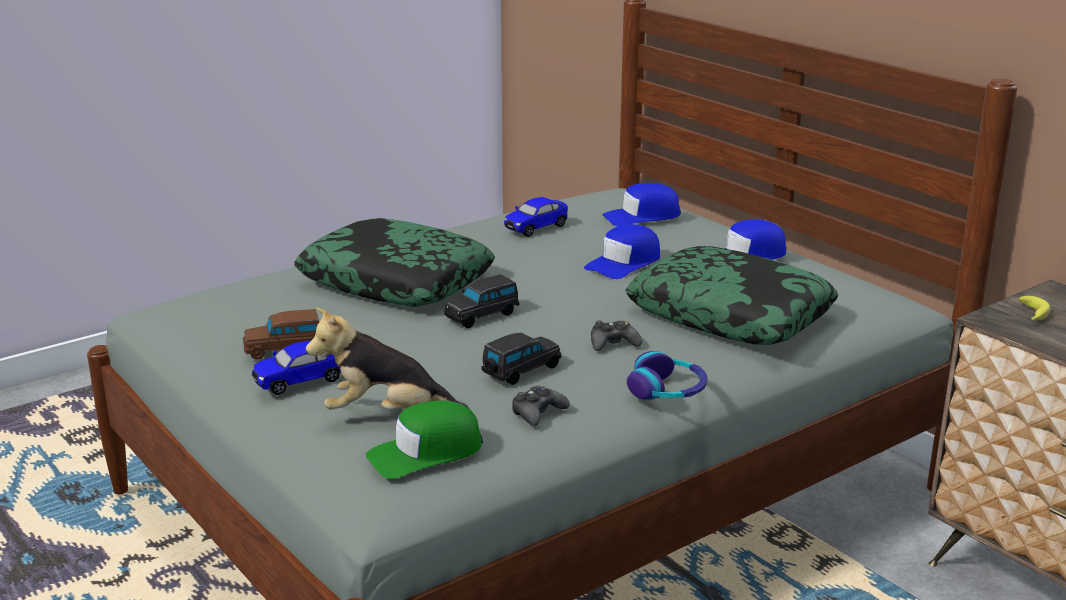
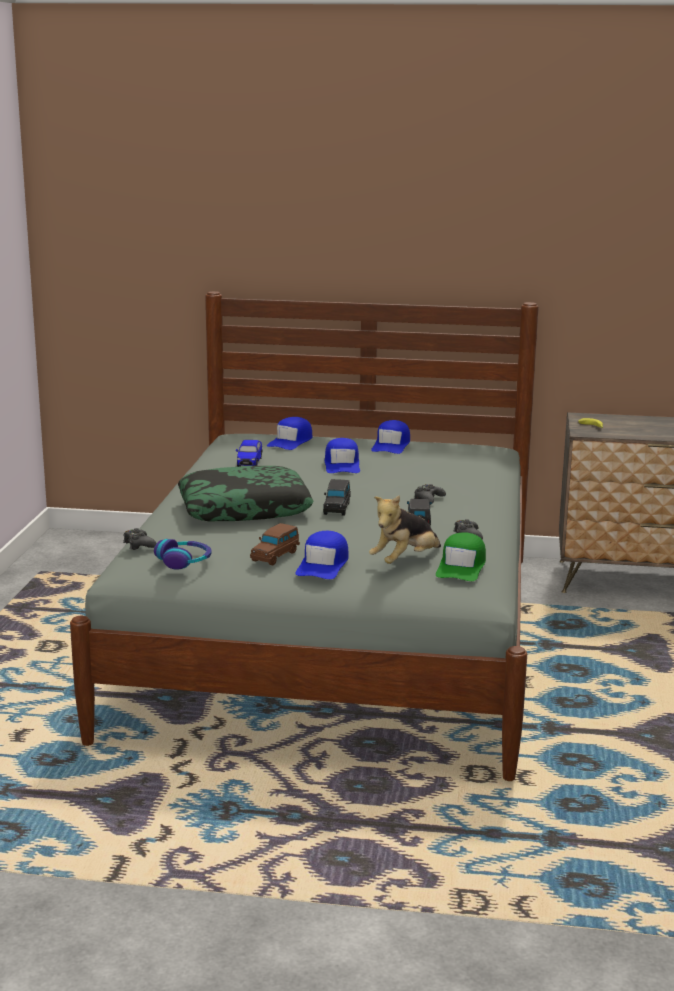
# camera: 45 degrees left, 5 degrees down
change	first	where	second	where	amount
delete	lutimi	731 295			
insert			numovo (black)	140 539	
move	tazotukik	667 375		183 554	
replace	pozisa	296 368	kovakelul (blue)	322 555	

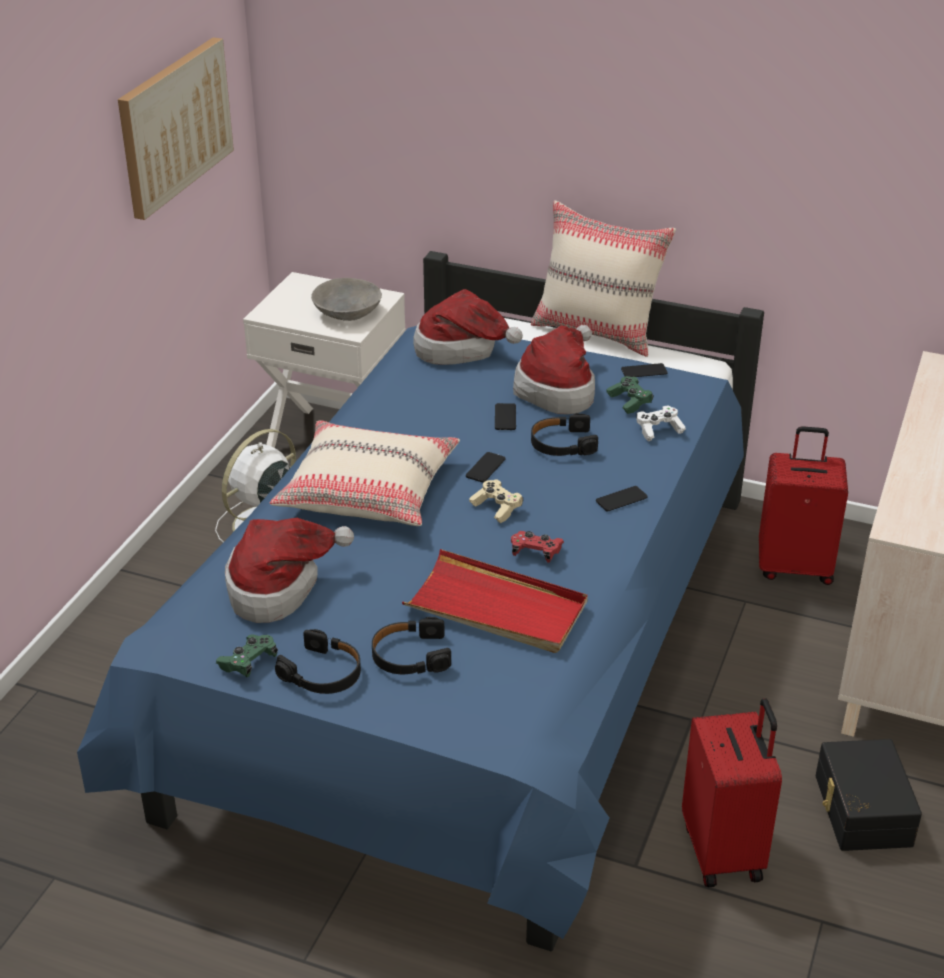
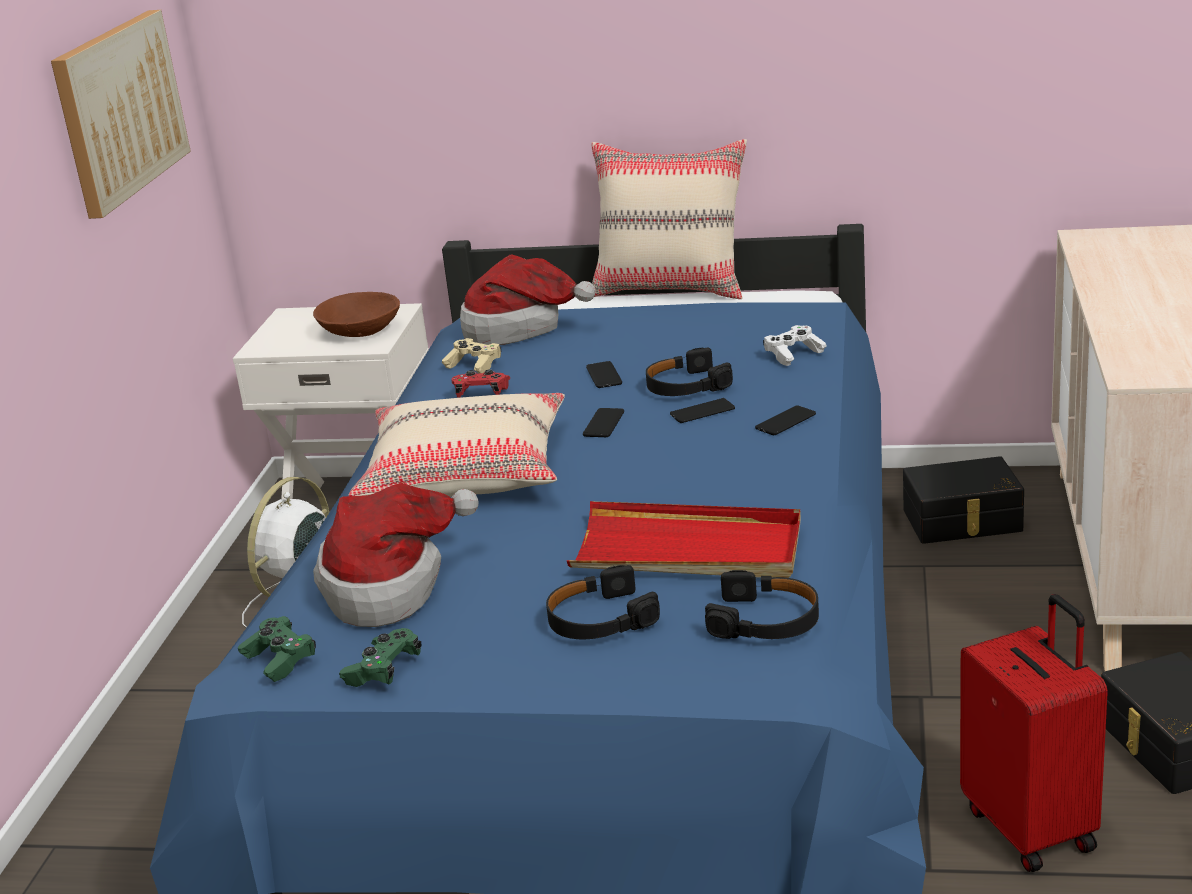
# camera: 10 degrees left, 10 degrees down
change	first	where	second	where	amount
delete	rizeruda	554 370			
move	tazotukik (black)	318 661		762 604	
move	numovo (beige)	496 501		471 355	
move	numovo (red)	537 547		480 383	
move	numovo (green)	630 395		277 649	
move	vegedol	644 370		702 410	
replace	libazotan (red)	803 505	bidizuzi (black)	963 500	
recolor	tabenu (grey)	346 299	tabenu (brown)	356 314	

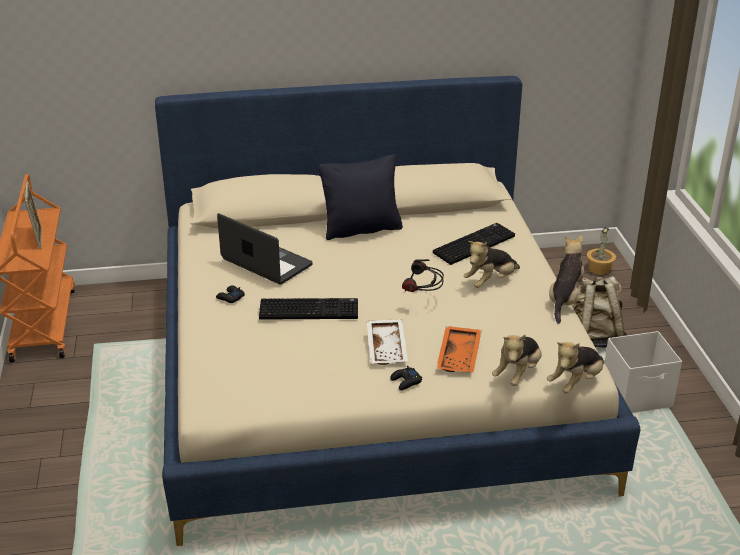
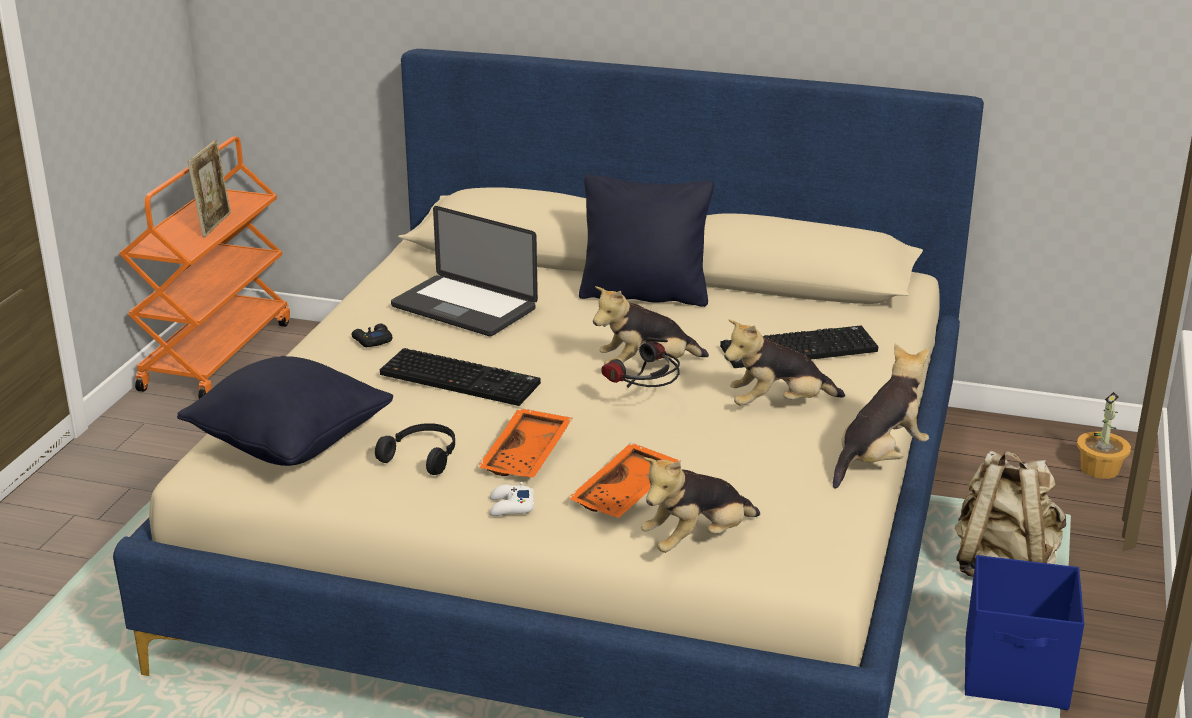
# camera: 25 degrees right, 5 degrees down
change	first	where	second	where	amount
insert			lutimi (black)	285 411	
insert			tazotukik (black)	415 449	
move	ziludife	575 368		651 325	
recolor	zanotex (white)	387 342	zanotex (orange)	524 443	
recolor	numovo (black)	406 378	numovo (white)	511 499	
recolor	bidizuzi (white)	643 372	bidizuzi (blue)	1024 632	
rotate	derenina	264 249		464 271	150 degrees clockwise

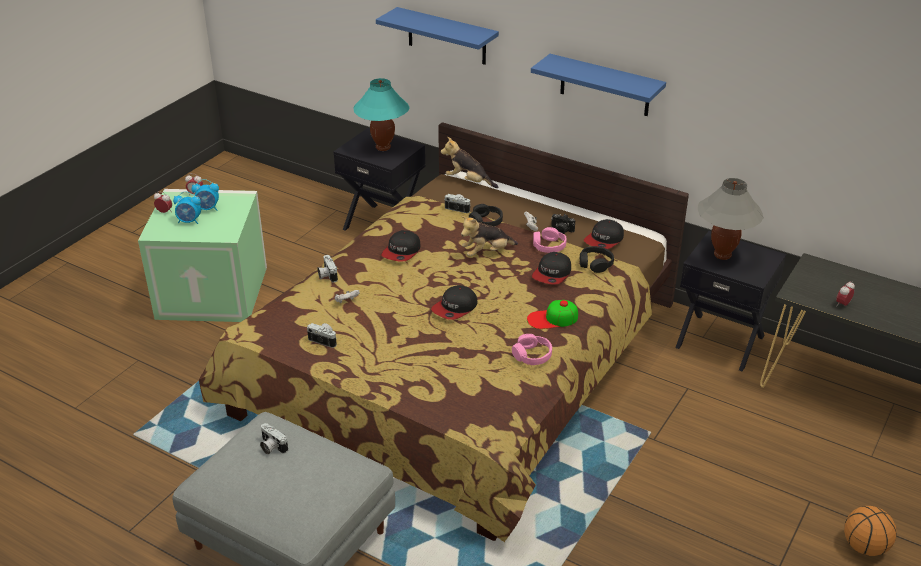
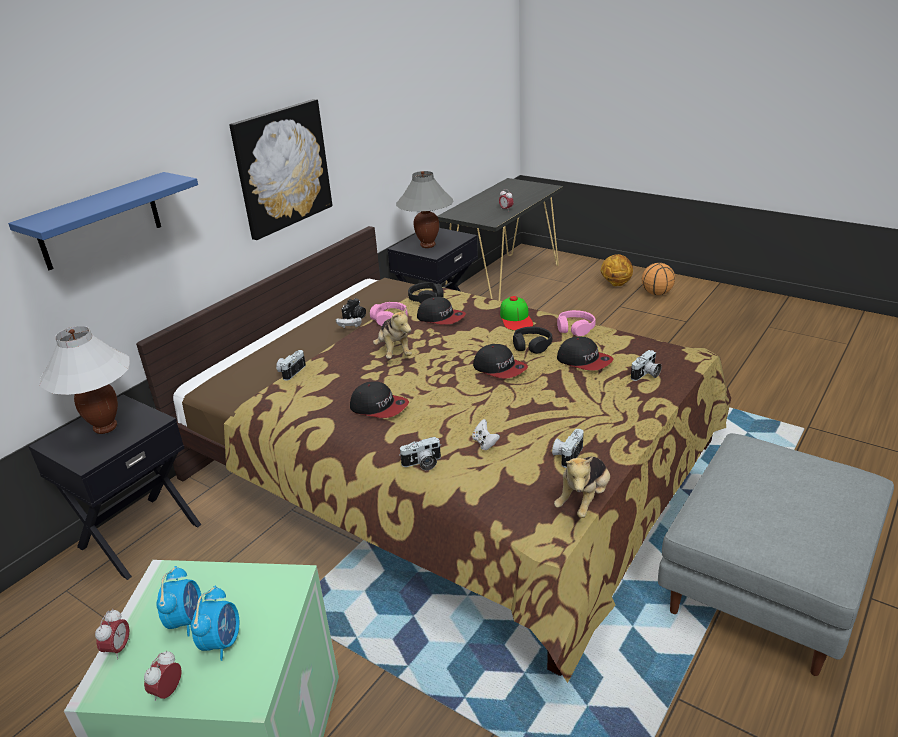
# camera: 85 degrees left, 5 degrees down
change	first	where	second	where	amount
insert			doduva	617 270	
move	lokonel	274 439		646 365	
move	ziludife	469 162		582 487	
move	tazotukik (black)	486 215		532 340	
move	kovakelul	604 234		585 354	
replace	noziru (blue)	598 85	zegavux	280 169	
recolor	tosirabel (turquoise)	381 114	tosirabel (white)	84 380	

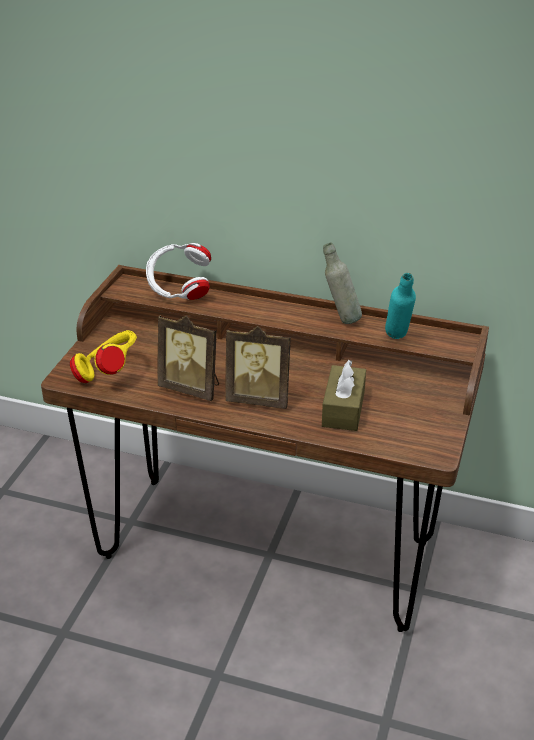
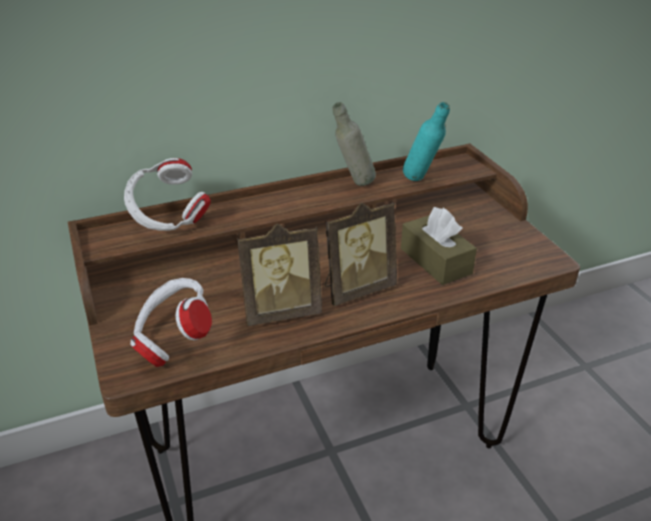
# camera: 40 degrees left, 0 degrees up
change	first	where	second	where	amount
recolor	tazotukik (yellow)	103 356	tazotukik (white)	171 322	

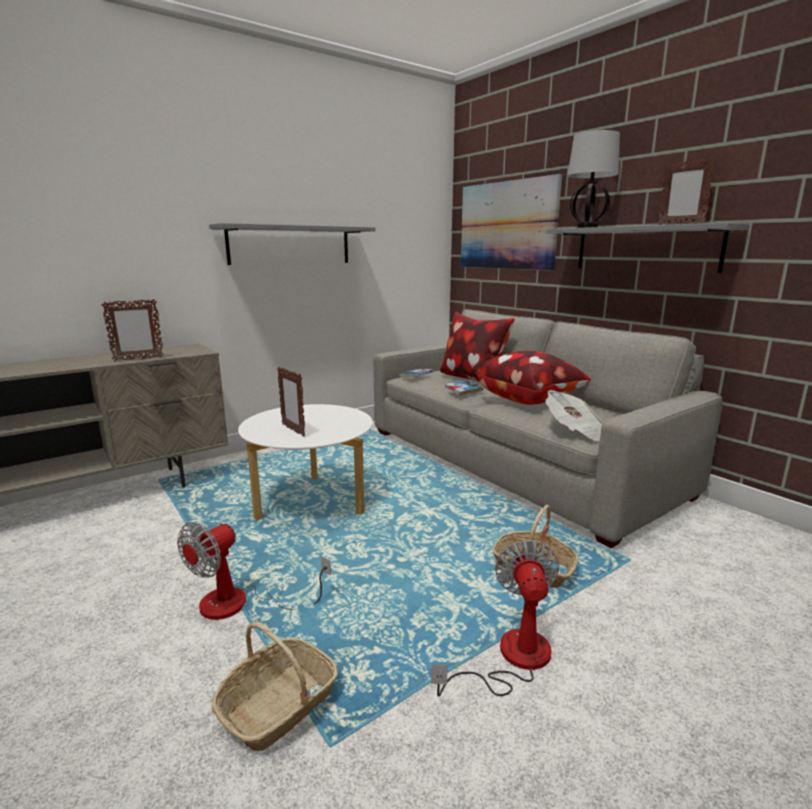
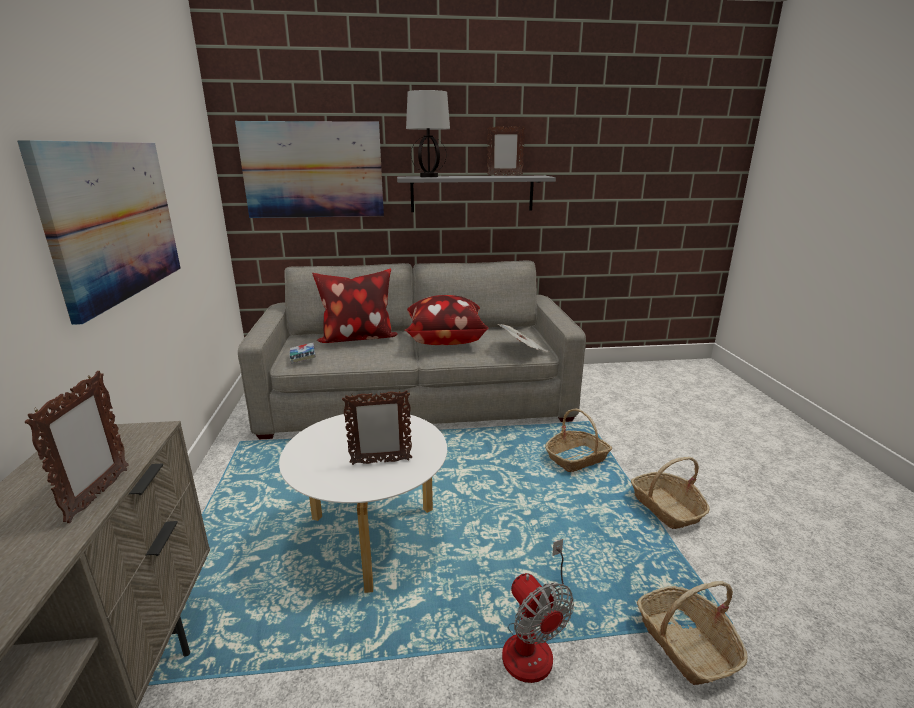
# camera: 60 degrees left, 5 degrees up
change	first	where	second	where	amount
delete	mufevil	464 388			
replace	noziru (grey)	292 244	zegavux	99 232	
replace	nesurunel	495 618	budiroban	670 493	

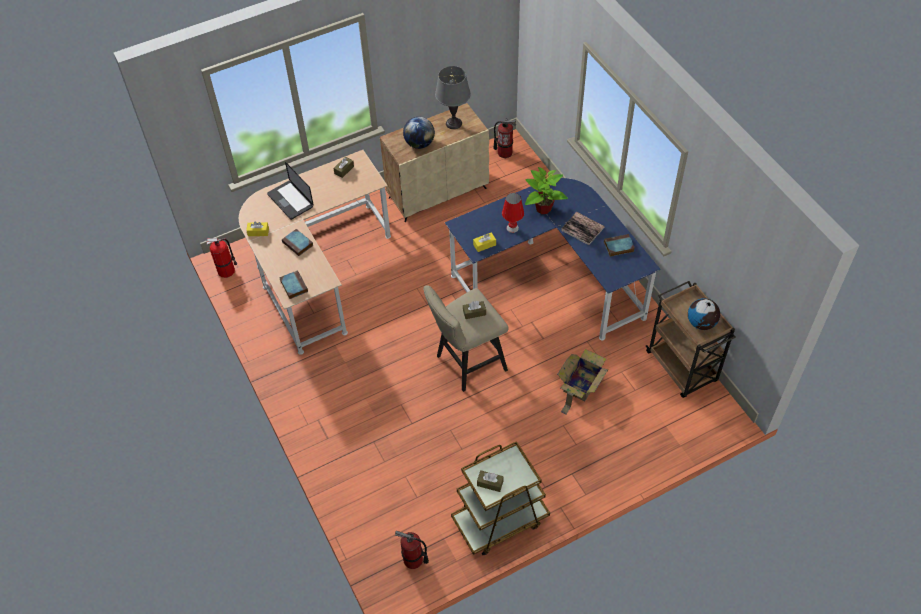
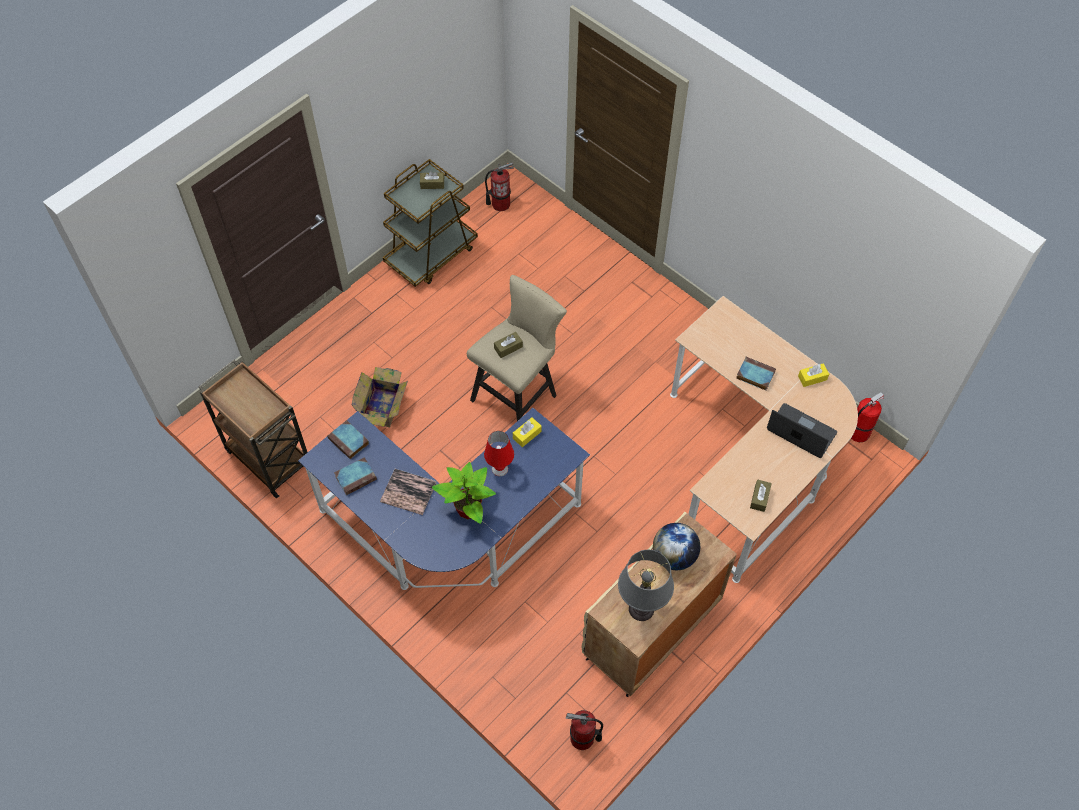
# camera: 160 degrees right, 5 degrees up
change	first	where	second	where	amount
delete	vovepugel	704 314			
move	mufevil	293 284		348 439	

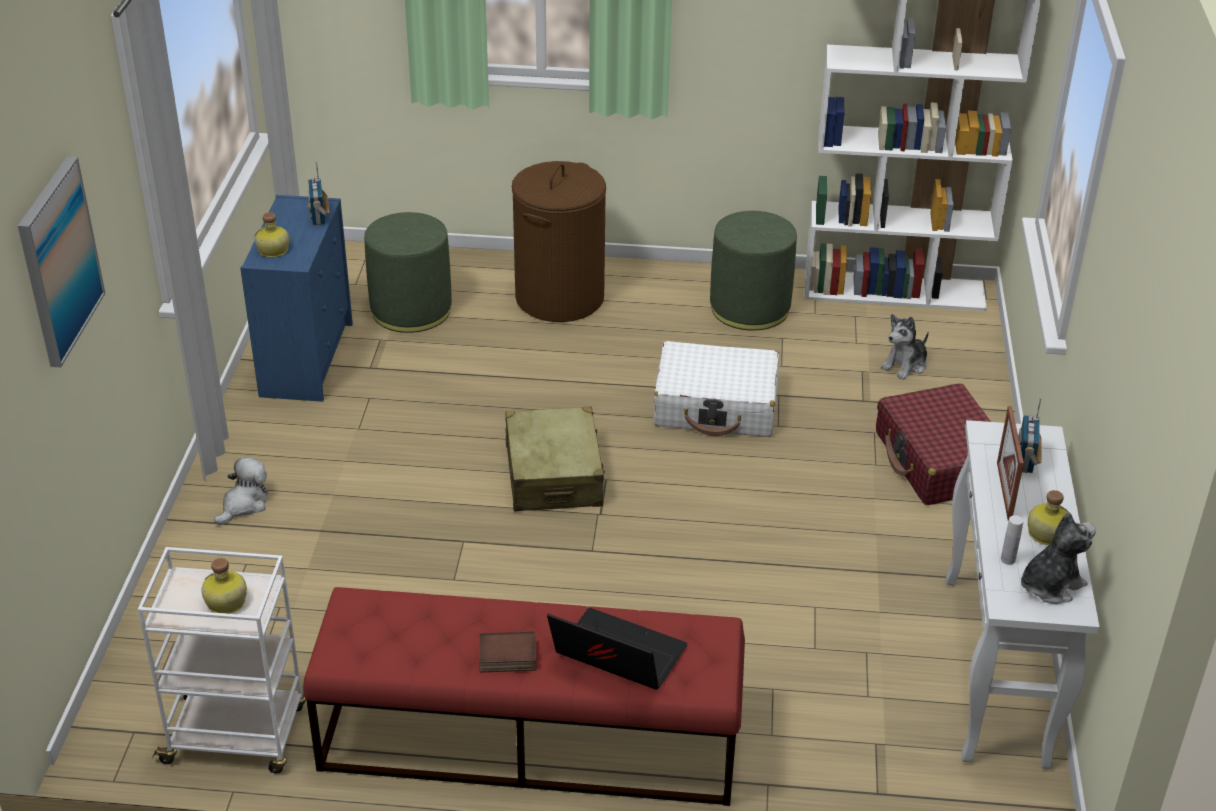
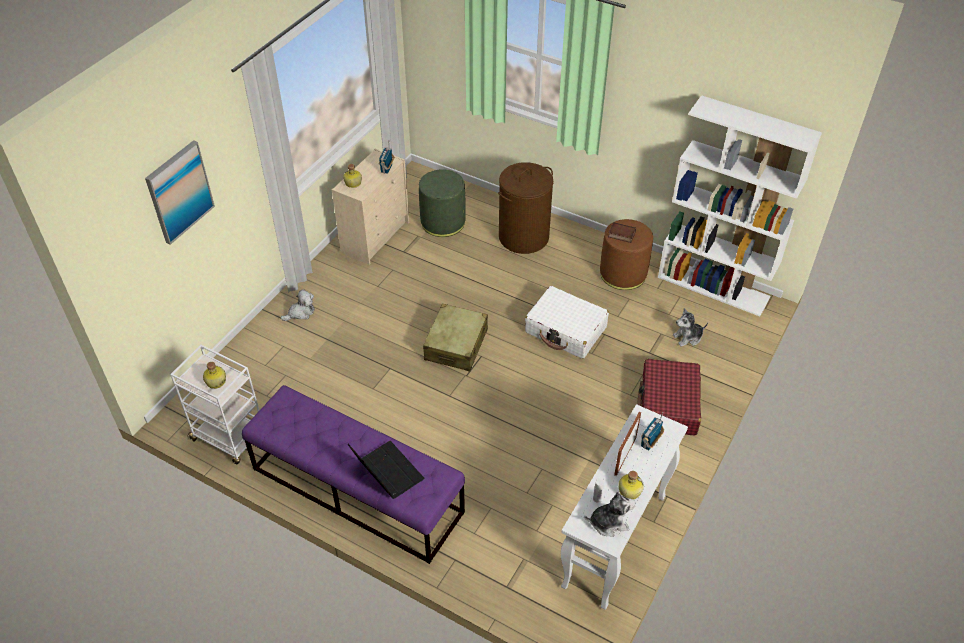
# camera: 25 degrees right, 10 degrees up
change	first	where	second	where	amount
move	mufevil	507 652		622 232	
recolor	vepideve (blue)	296 298	vepideve (beige)	370 207	
recolor	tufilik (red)	524 696	tufilik (purple)	353 474	
recolor	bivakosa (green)	753 271	bivakosa (brown)	626 254	

